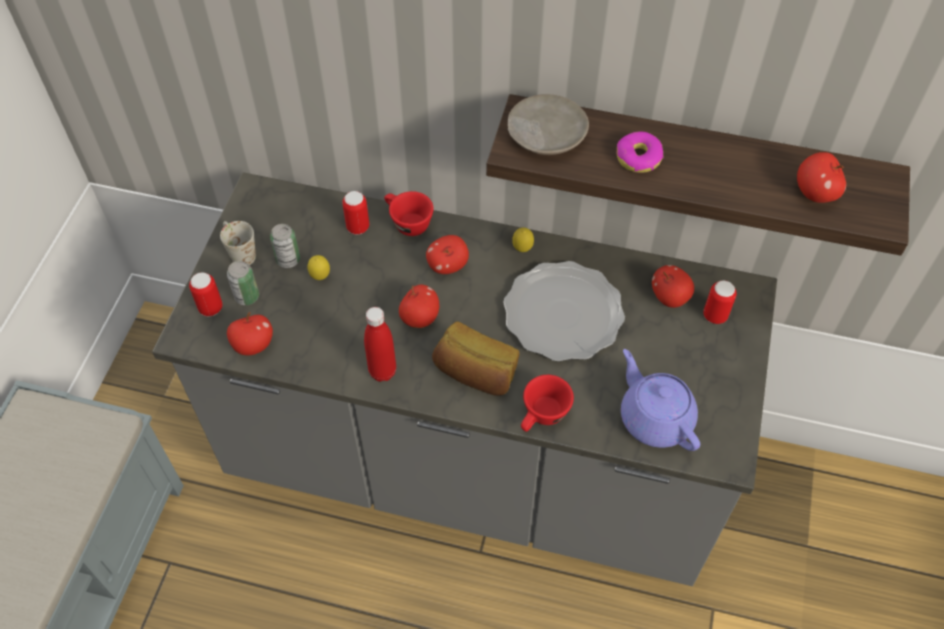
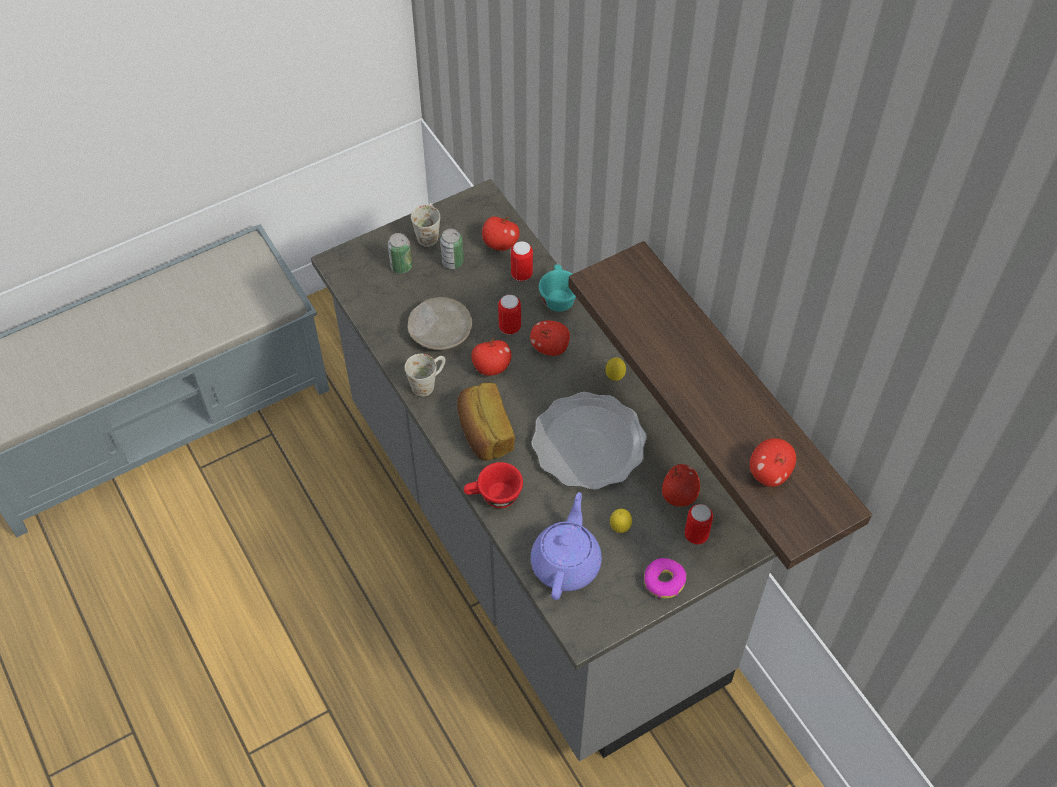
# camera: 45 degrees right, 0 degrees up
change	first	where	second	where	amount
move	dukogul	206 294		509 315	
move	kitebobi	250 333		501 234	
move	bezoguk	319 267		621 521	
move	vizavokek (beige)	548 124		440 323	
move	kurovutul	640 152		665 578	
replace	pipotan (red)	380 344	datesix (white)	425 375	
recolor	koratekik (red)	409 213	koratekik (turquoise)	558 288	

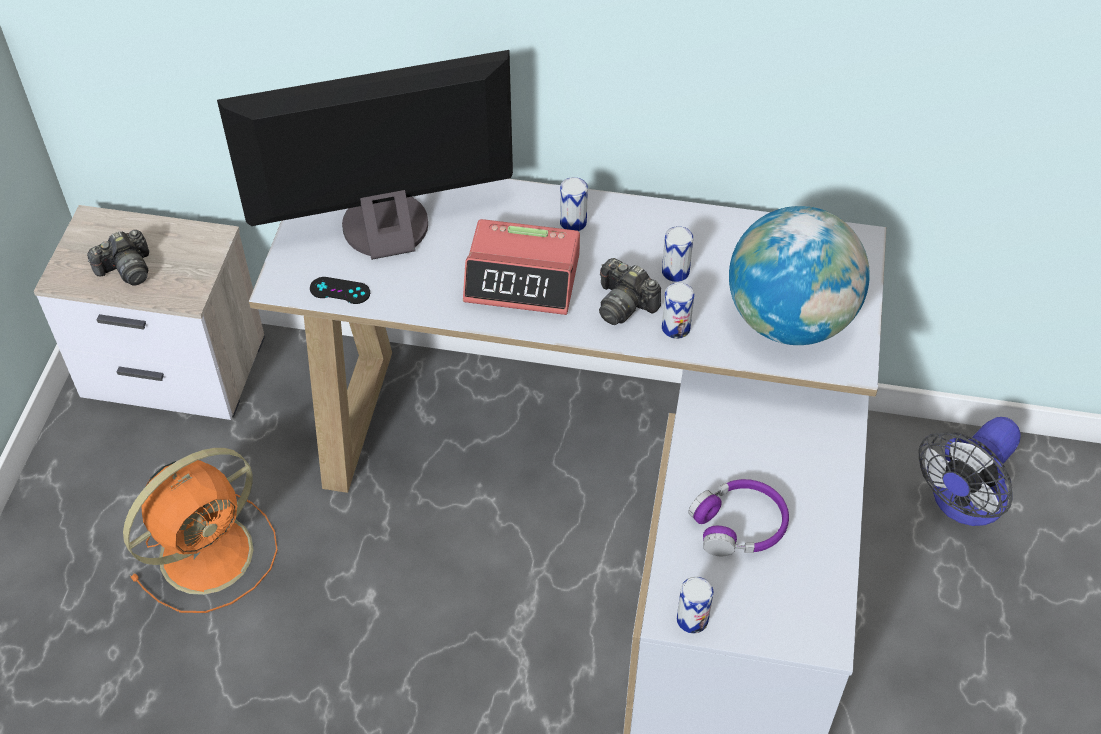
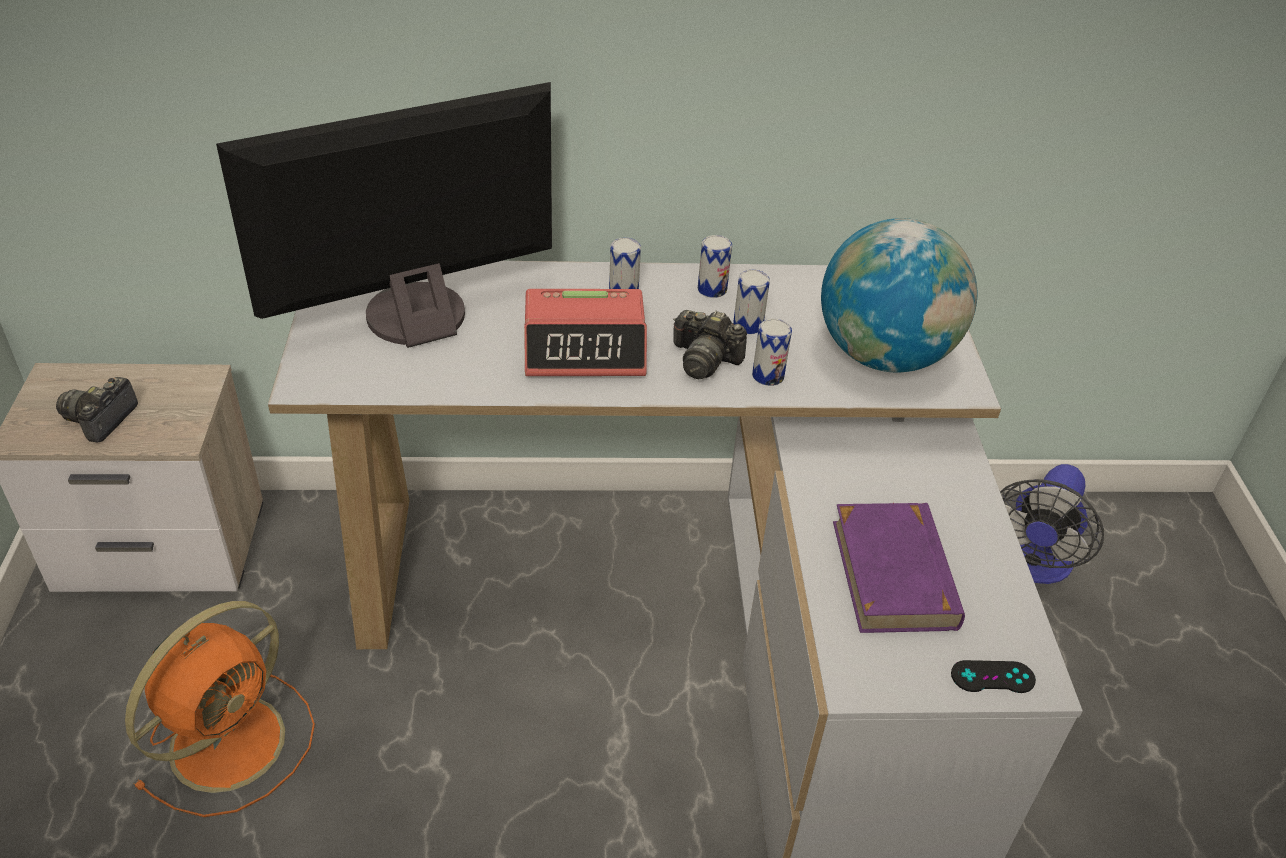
# camera: 15 degrees left, 10 degrees down
change	first	where	second	where	amount
move	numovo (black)	340 290		993 676	
move	dukogul	695 605		715 266	
replace	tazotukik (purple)	738 517	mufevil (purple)	899 568	
rotate	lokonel	118 258		97 409	150 degrees clockwise

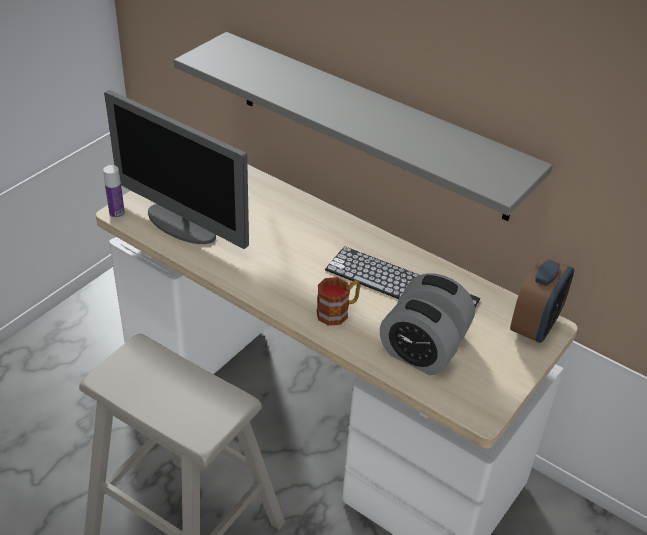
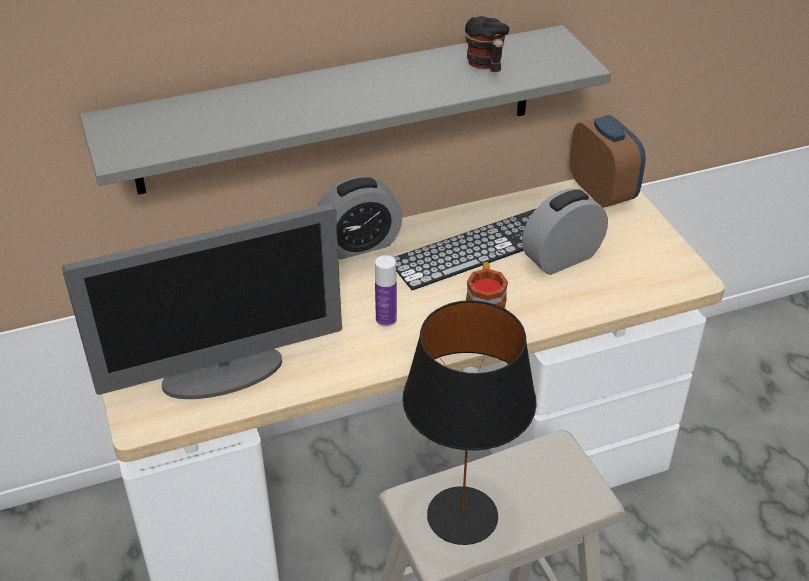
# camera: 55 degrees left, 0 degrees up
change	first	where	second	where	amount
insert			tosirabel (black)	469 422	
insert			datesix	487 44	
move	pipotan	114 191		386 291	
move	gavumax	419 336		360 218	

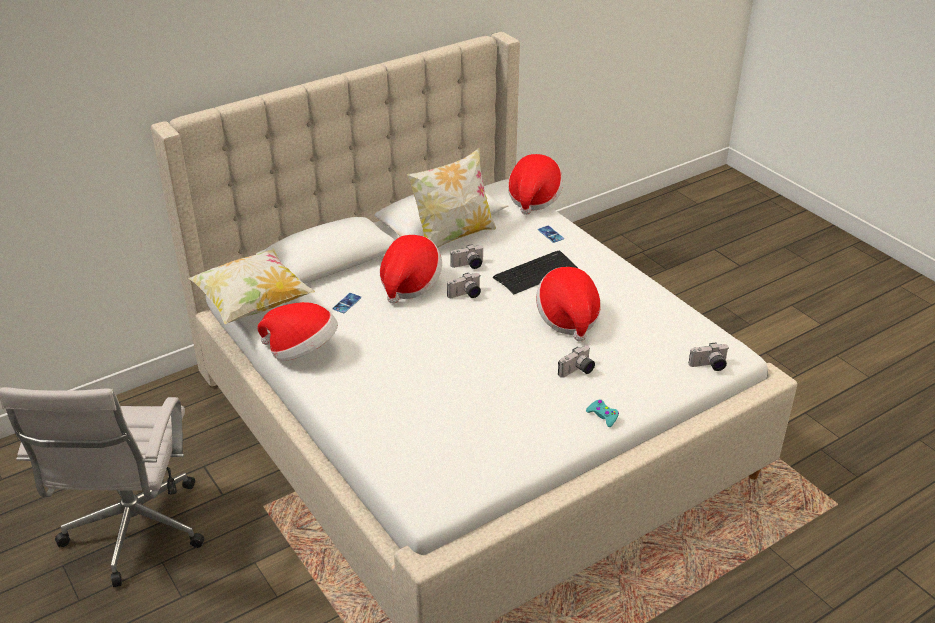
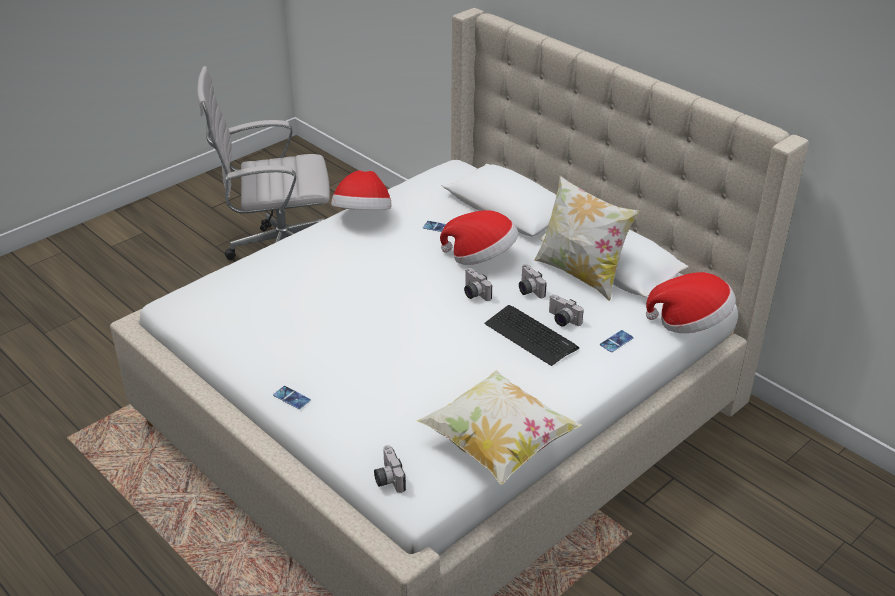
# camera: 80 degrees right, 0 degrees up
change	first	where	second	where	amount
delete	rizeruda	568 304			
move	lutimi	251 286		499 427	
move	lokonel	576 361		566 310	
replace	numovo (turquoise)	602 413	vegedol	292 397	

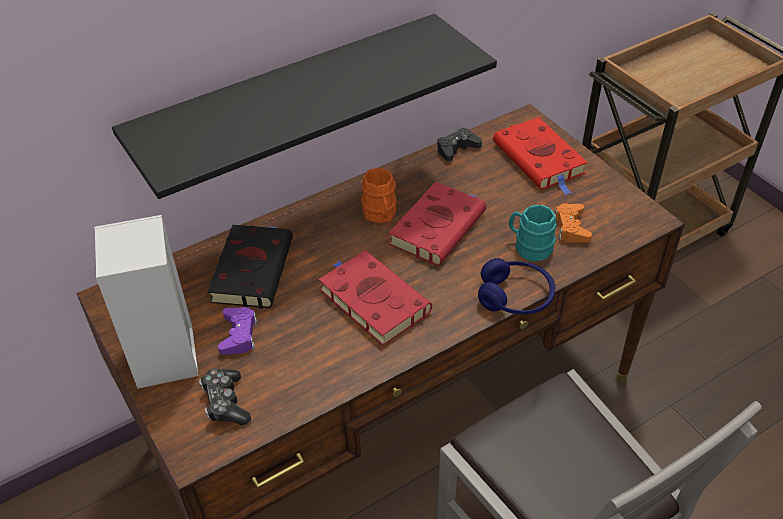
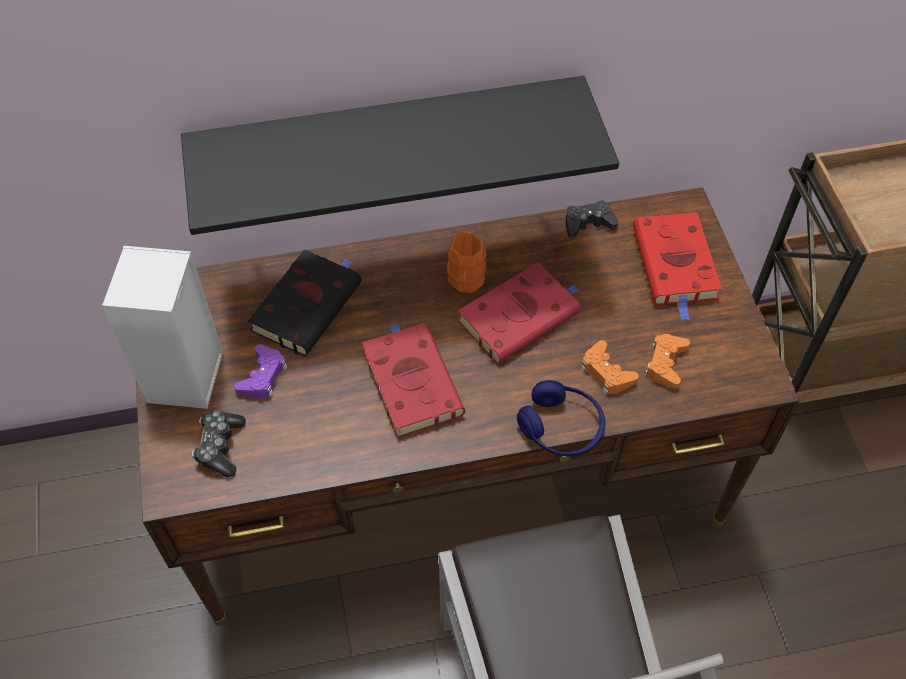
# camera: 20 degrees right, 10 degrees up
change	first	where	second	where	amount
replace	datesix (turquoise)	533 233	numovo (orange)	609 367	

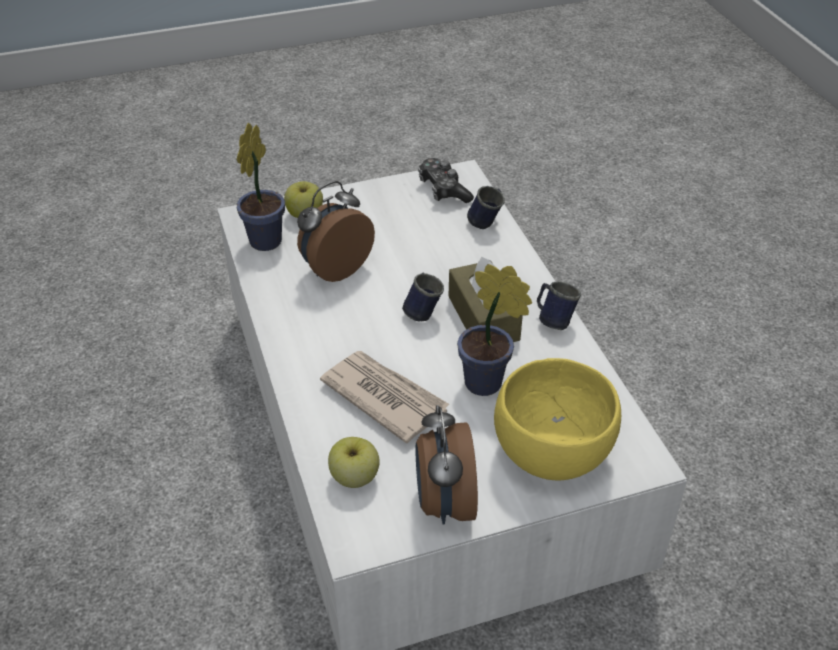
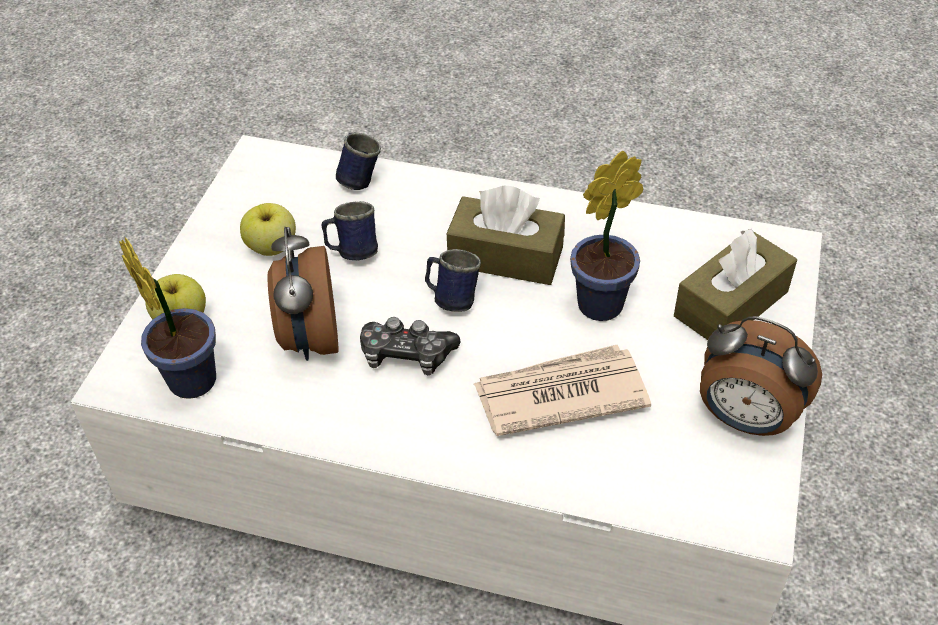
# camera: 55 degrees left, 5 degrees up
change	first	where	second	where	amount
move	kitebobi	354 462		268 229	
move	numovo	446 180		410 346	
move	datesix (blue)	559 305		349 230	
replace	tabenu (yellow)	557 419	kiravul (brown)	735 284	

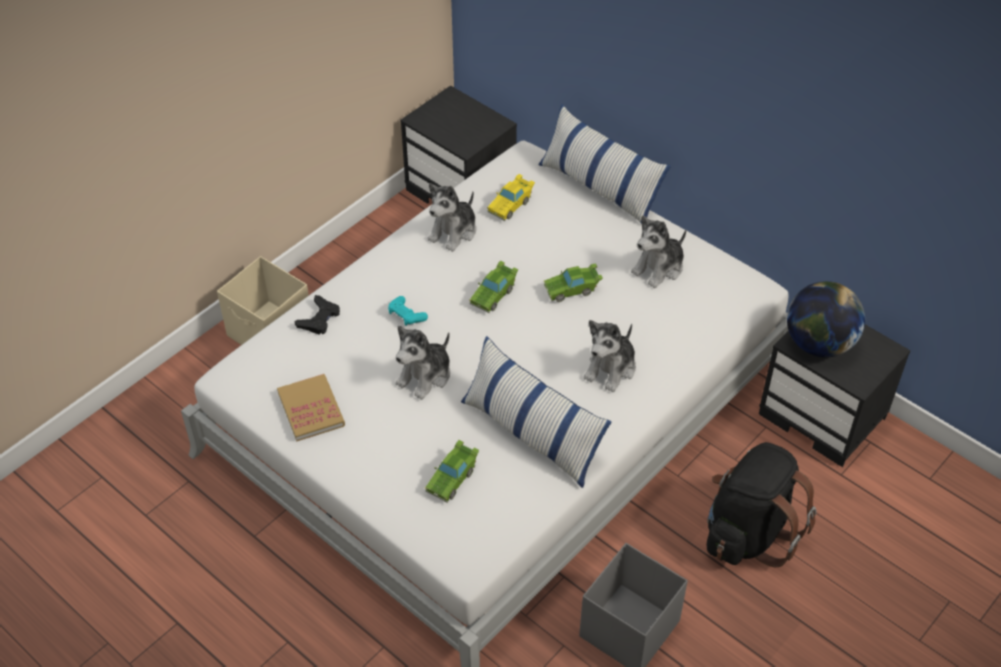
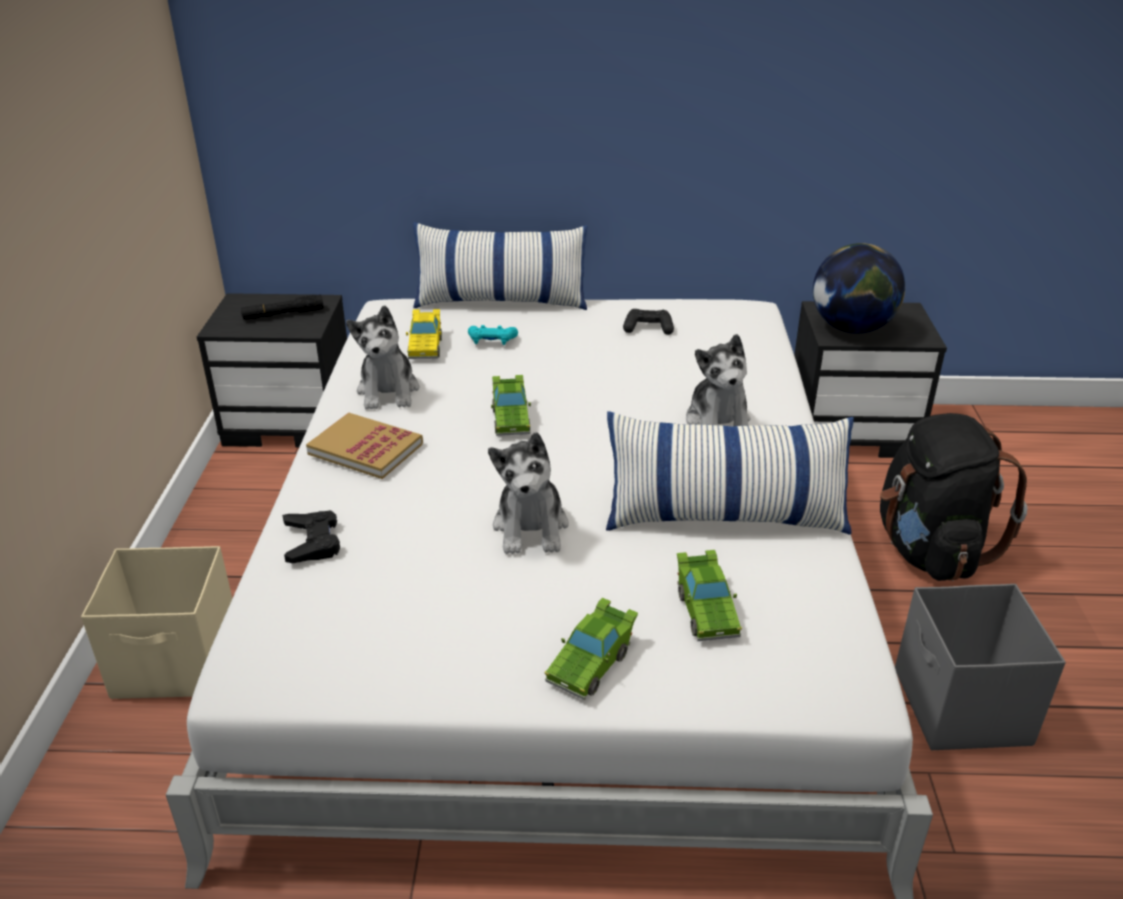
# camera: 40 degrees left, 15 degrees down
change	first	where	second	where	amount
insert			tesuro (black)	282 307	
move	mufevil	311 407		364 446	
move	numovo (turquoise)	408 311		493 335	
move	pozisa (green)	573 282		591 649	
replace	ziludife	658 251	numovo (black)	648 322	

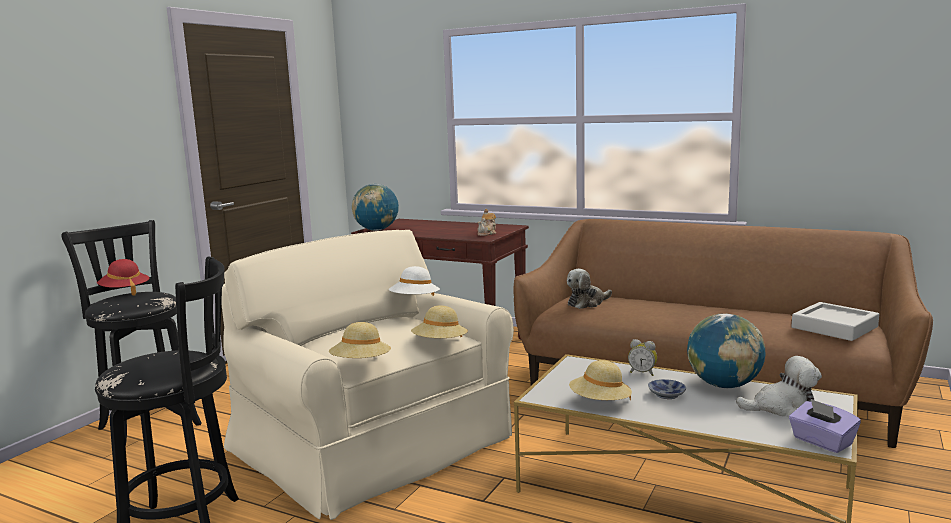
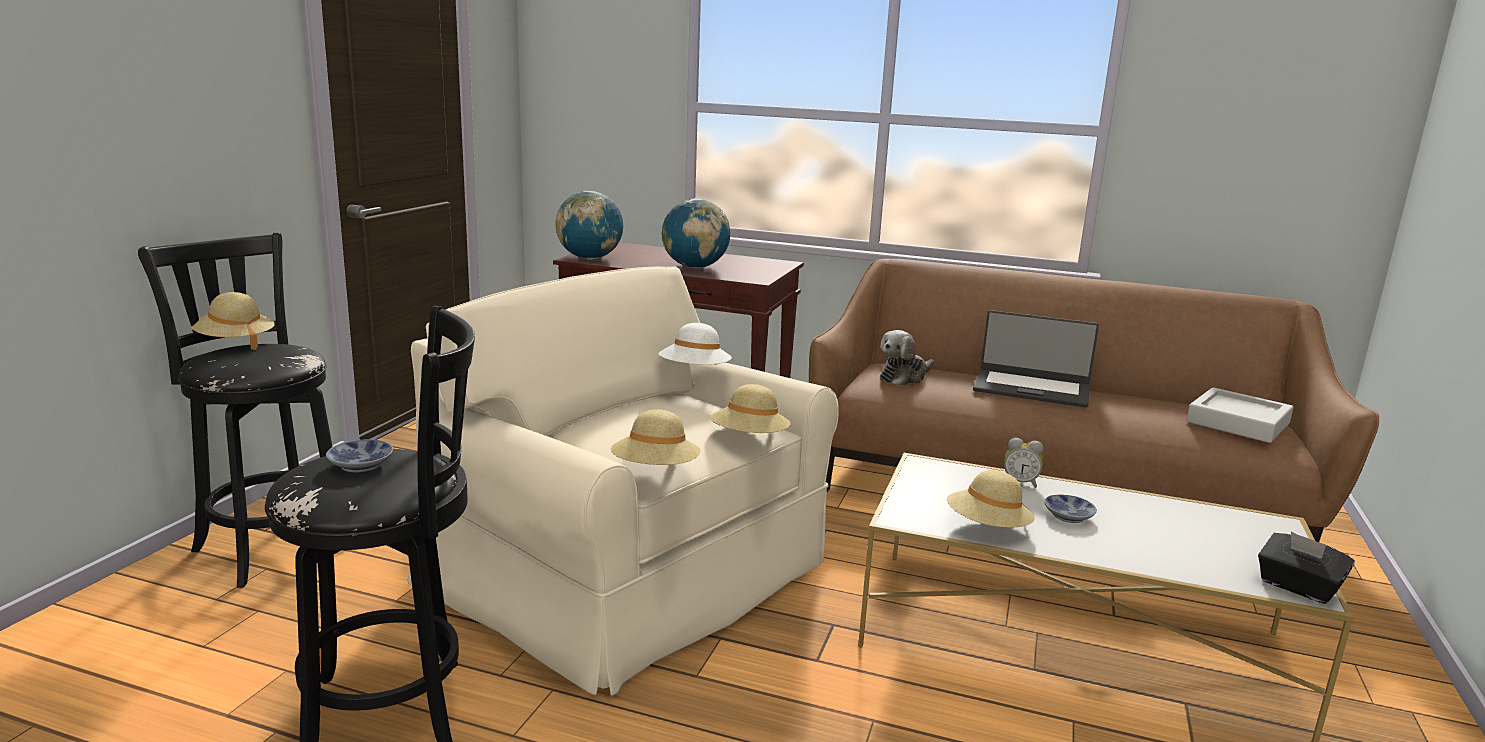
# camera: 10 degrees left, 5 degrees up
change	first	where	second	where	amount
delete	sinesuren	486 222			
delete	ziludife	779 386			
insert			tabenu	359 456	
insert			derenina	1036 358	
move	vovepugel	726 351		695 234	
recolor	rizeruda (red)	123 277	rizeruda (beige)	232 321	
recolor	kiravul (purple)	825 425	kiravul (black)	1306 568	

